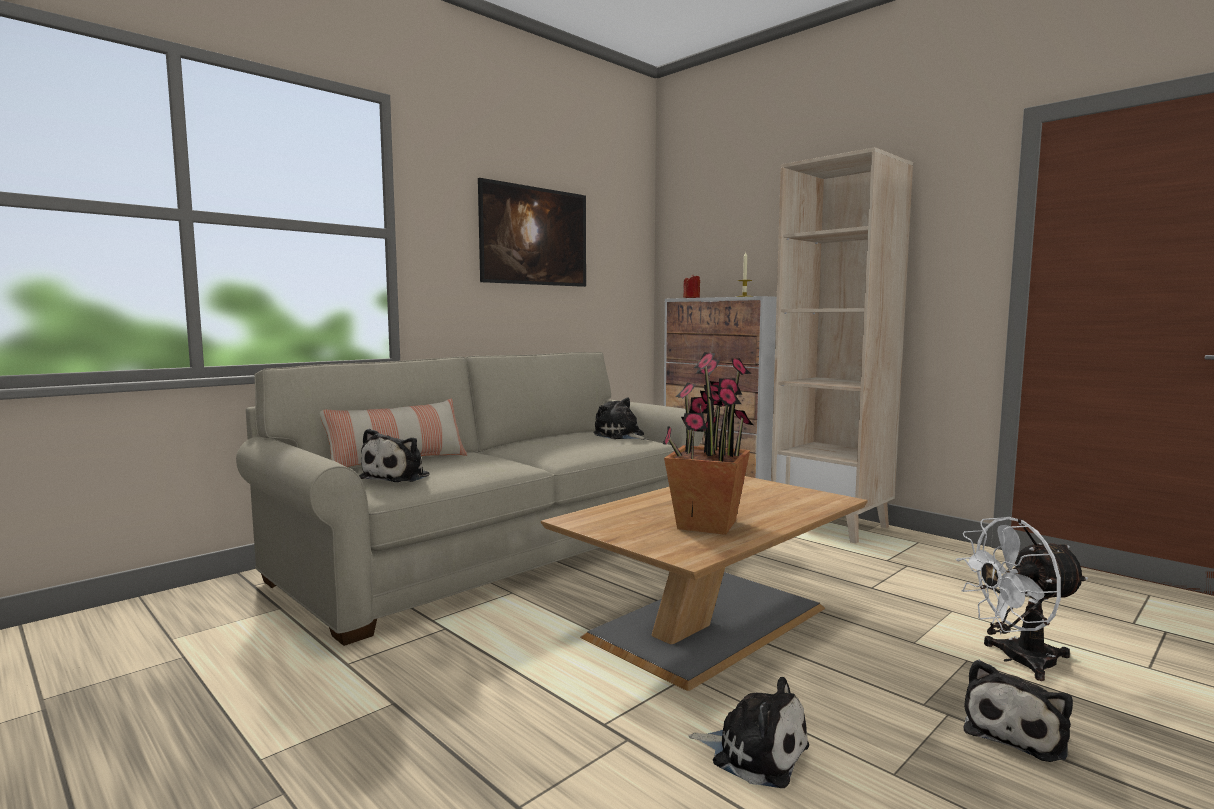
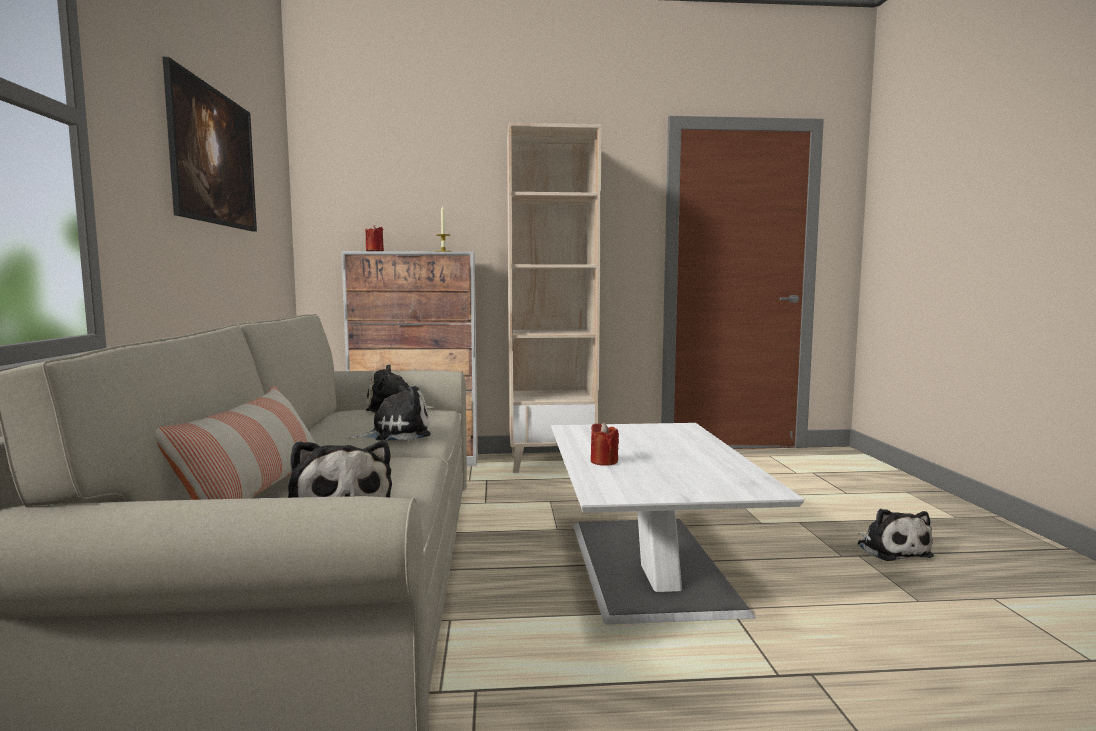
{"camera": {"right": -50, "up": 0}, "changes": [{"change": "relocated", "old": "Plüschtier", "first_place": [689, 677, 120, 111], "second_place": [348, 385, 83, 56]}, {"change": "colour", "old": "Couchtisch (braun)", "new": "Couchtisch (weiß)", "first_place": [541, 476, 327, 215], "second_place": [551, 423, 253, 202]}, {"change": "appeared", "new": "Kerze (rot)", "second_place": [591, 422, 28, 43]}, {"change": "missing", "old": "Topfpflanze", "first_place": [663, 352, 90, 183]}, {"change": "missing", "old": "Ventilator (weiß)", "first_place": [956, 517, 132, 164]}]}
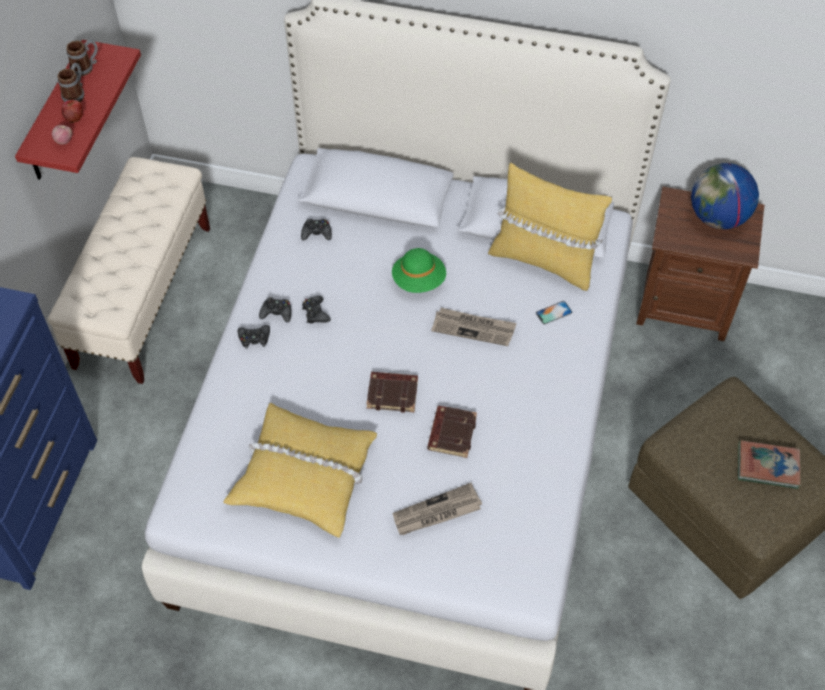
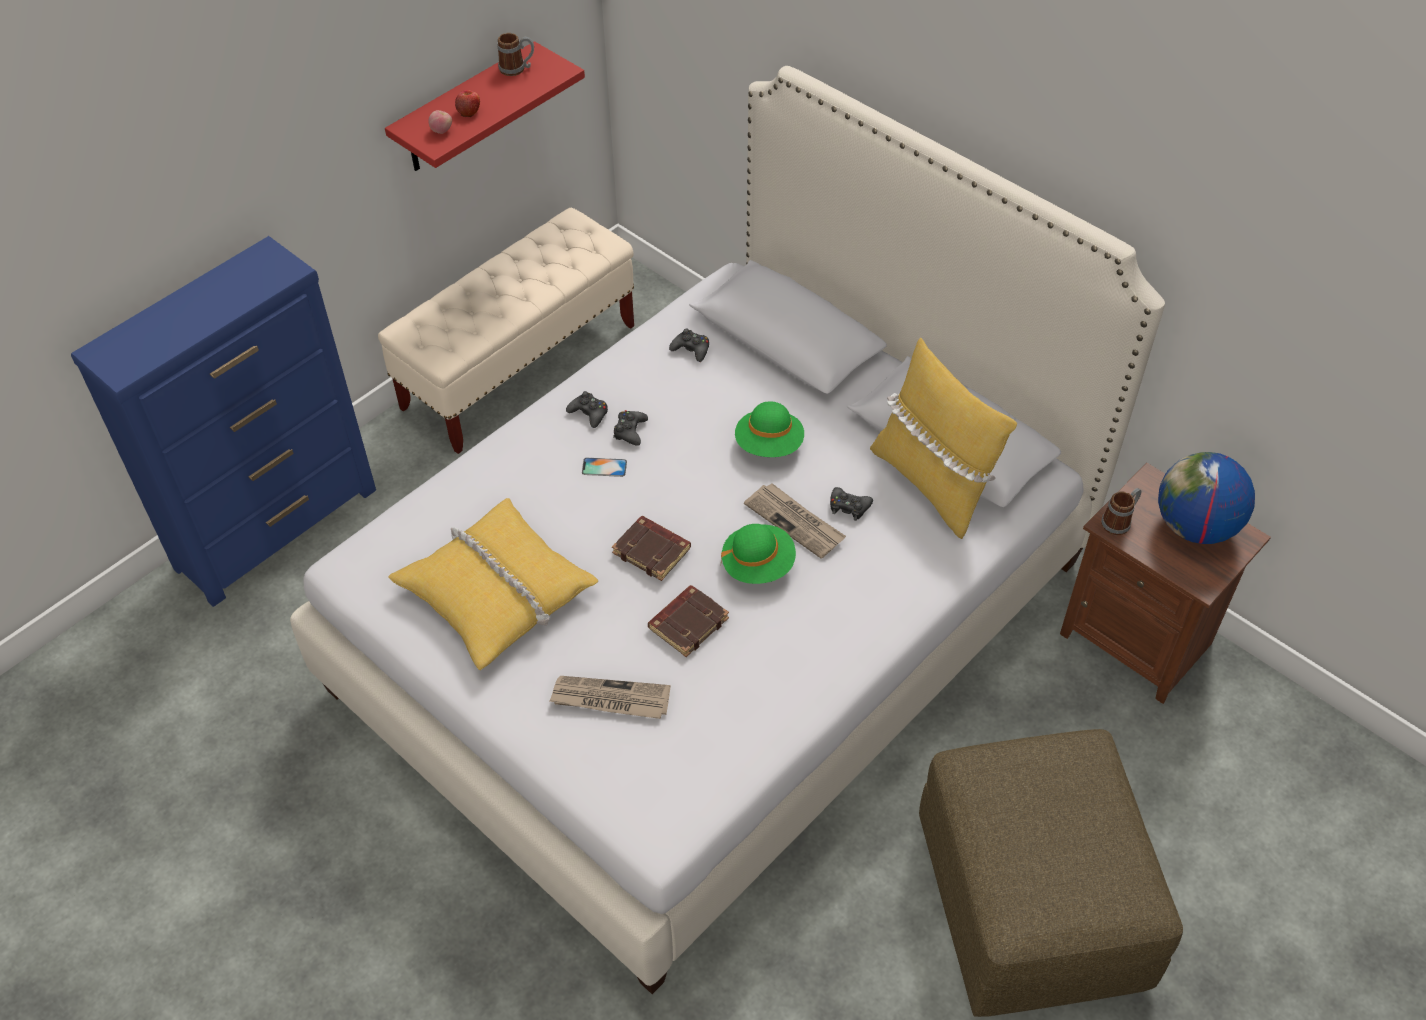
{"camera": {"right": 30, "up": -5}, "changes": [{"change": "relocated", "old": "Handy", "first_place": [536, 301, 36, 24], "second_place": [582, 458, 45, 19]}, {"change": "appeared", "new": "Hut (grün)", "second_place": [721, 524, 75, 60]}, {"change": "relocated", "old": "Gamepad (schwarz)", "first_place": [238, 325, 32, 24], "second_place": [830, 487, 43, 34]}, {"change": "relocated", "old": "Henkelbecher", "first_place": [58, 63, 26, 39], "second_place": [1101, 488, 41, 47]}, {"change": "missing", "old": "Buch", "first_place": [738, 440, 63, 49]}]}
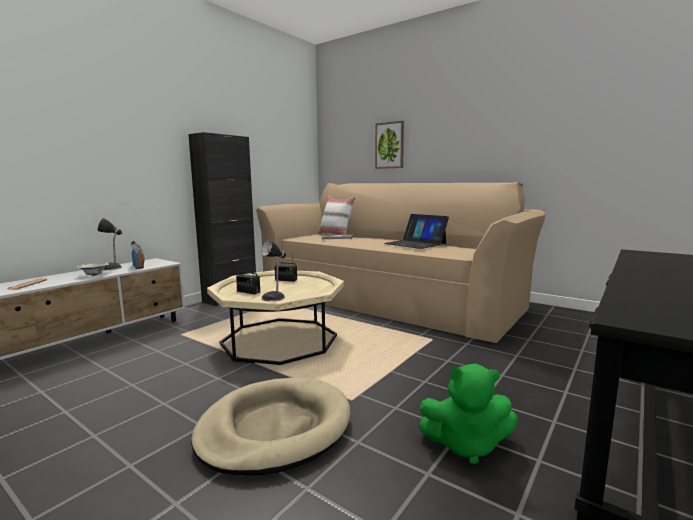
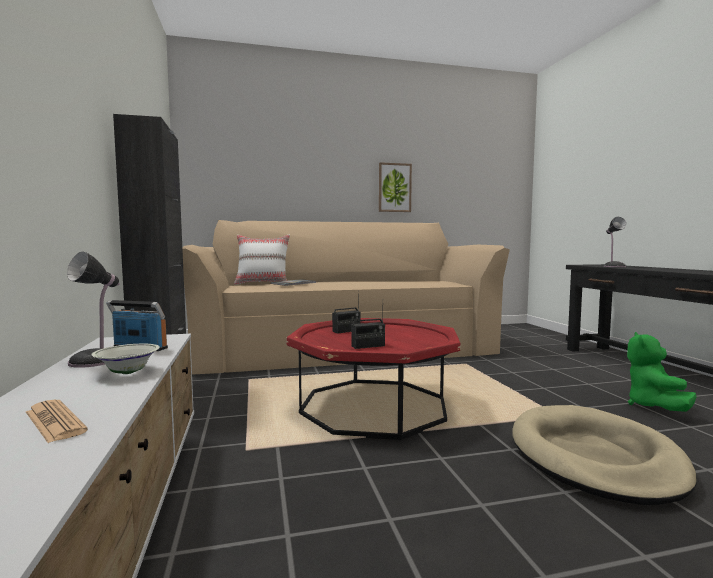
{"camera": {"right": -50, "up": -5}, "changes": [{"change": "colour", "old": "Couchtisch (beige)", "new": "Couchtisch (rot)", "first_place": [207, 270, 137, 95], "second_place": [287, 318, 173, 122]}, {"change": "relocated", "old": "Bild", "first_place": [375, 121, 29, 48], "second_place": [379, 162, 33, 50]}, {"change": "relocated", "old": "Tischlampe", "first_place": [262, 240, 24, 61], "second_place": [604, 217, 22, 50]}, {"change": "spun", "old": "Plüschtier (grün)", "first_place": [418, 364, 100, 101], "second_place": [627, 332, 70, 80], "degrees": 150}, {"change": "missing", "old": "Laptop", "first_place": [384, 214, 65, 35]}]}
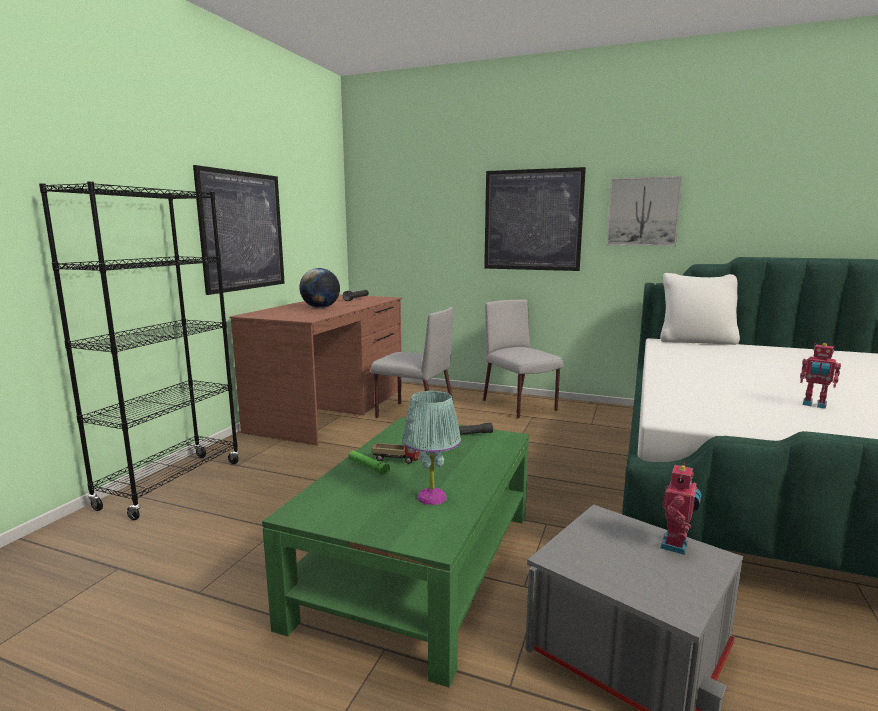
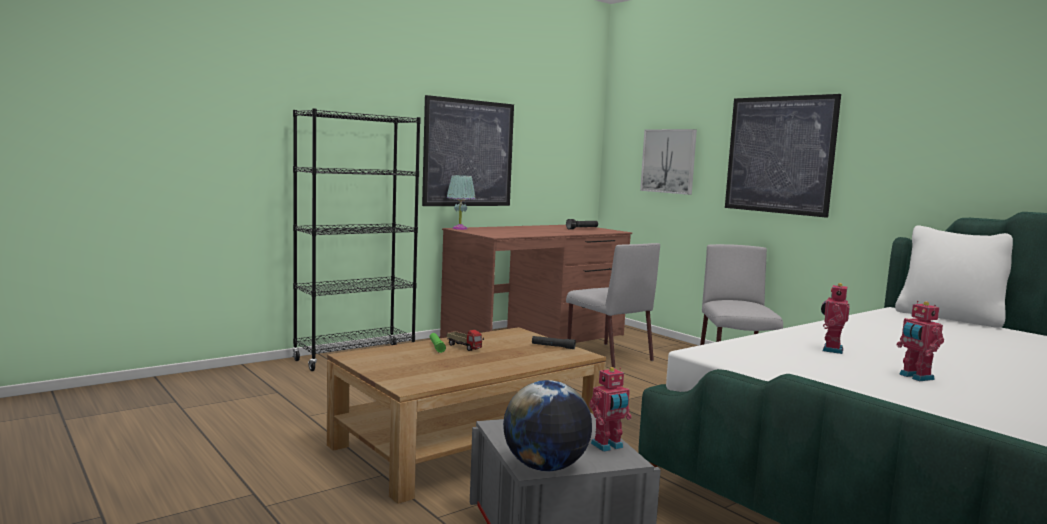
{"camera": {"right": 30, "up": -5}, "changes": [{"change": "colour", "old": "Couchtisch (grün)", "new": "Couchtisch (braun)", "first_place": [262, 417, 267, 271], "second_place": [327, 327, 279, 177]}, {"change": "relocated", "old": "Tischlampe (türkis)", "first_place": [402, 391, 59, 114], "second_place": [447, 175, 28, 55]}, {"change": "relocated", "old": "Globus", "first_place": [299, 268, 41, 40], "second_place": [503, 380, 89, 91]}, {"change": "relocated", "old": "Bild", "first_place": [606, 176, 77, 70], "second_place": [640, 129, 57, 66]}, {"change": "appeared", "new": "Spielzeugroboter", "second_place": [821, 283, 29, 71]}]}
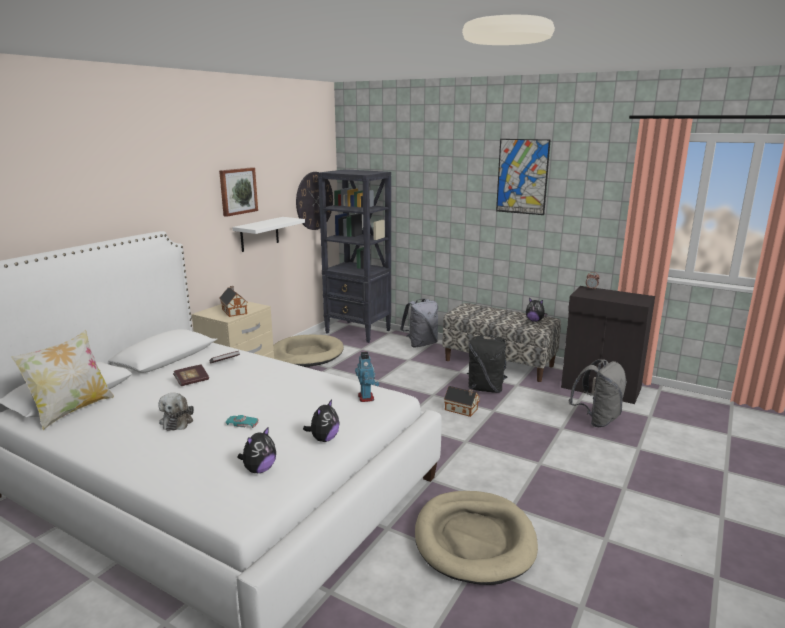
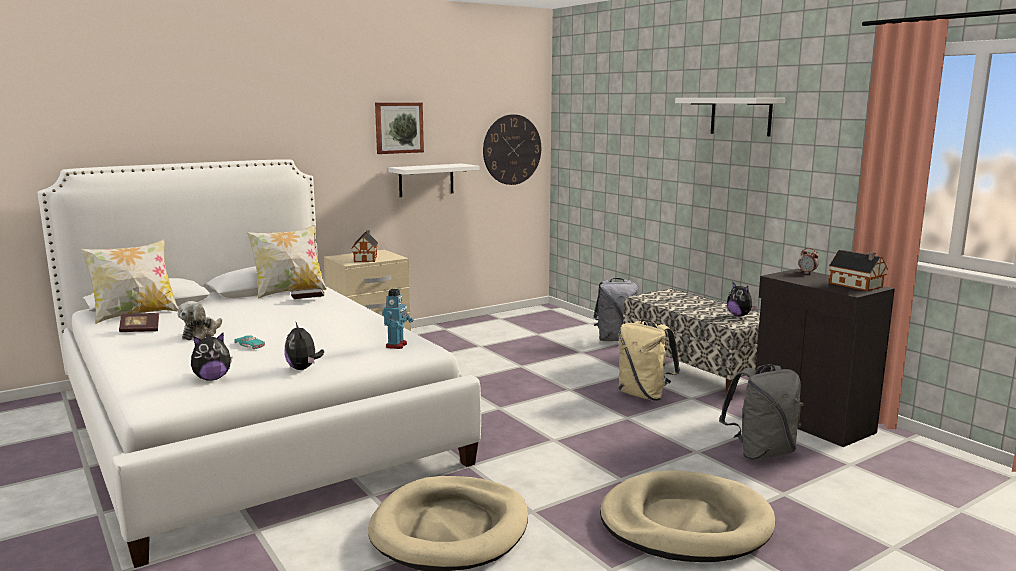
{"camera": {"right": 25, "up": -5}, "changes": [{"change": "relocated", "old": "Buch", "first_place": [173, 365, 36, 21], "second_place": [119, 313, 40, 19]}, {"change": "appeared", "new": "Kissen", "second_place": [247, 225, 80, 74]}, {"change": "spun", "old": "Plüschtier", "first_place": [303, 399, 37, 43], "second_place": [284, 321, 40, 49], "degrees": 105}, {"change": "relocated", "old": "Hundebett (beige)", "first_place": [273, 334, 71, 33], "second_place": [600, 470, 175, 92]}, {"change": "colour", "old": "Rucksack (schwarz)", "new": "Rucksack (beige)", "first_place": [467, 335, 41, 58], "second_place": [618, 320, 62, 81]}, {"change": "exchanged", "old": "Bild", "new": "Wandregal (weiß)", "first_place": [496, 139, 55, 76], "second_place": [675, 98, 110, 38]}, {"change": "relocated", "old": "Spielzeughaus", "first_place": [444, 386, 36, 31], "second_place": [829, 250, 59, 41]}, {"change": "missing", "old": "Bücherregal (schwarz)", "first_place": [318, 169, 73, 174]}]}
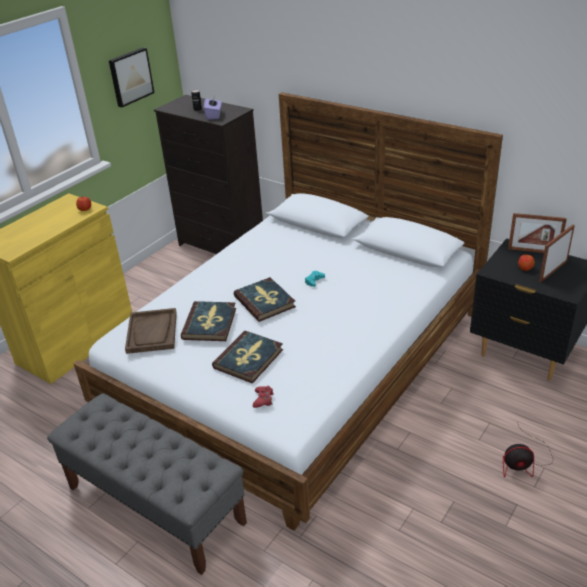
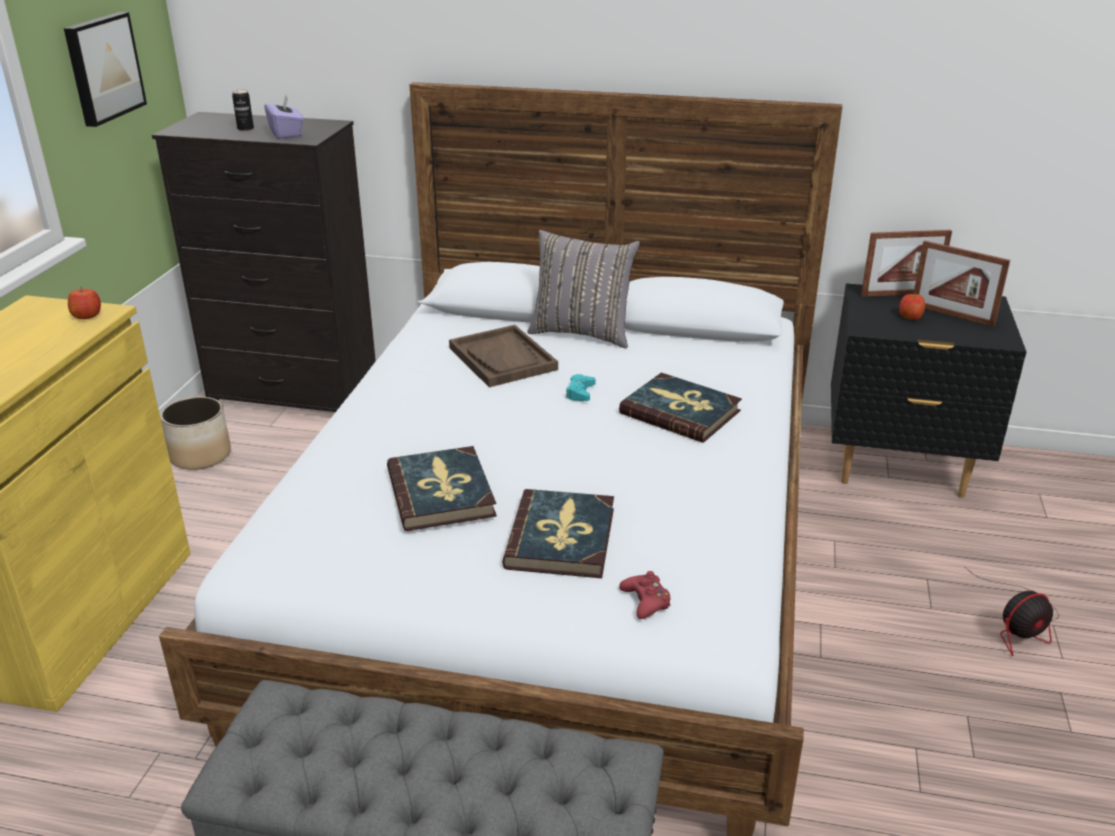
{"camera": {"right": -25, "up": -5}, "changes": [{"change": "appeared", "new": "Pflanzkübel", "second_place": [160, 397, 71, 73]}, {"change": "relocated", "old": "Tablett (braun)", "first_place": [125, 308, 52, 46], "second_place": [449, 325, 109, 62]}, {"change": "appeared", "new": "Kissen (grau)", "second_place": [527, 230, 113, 118]}, {"change": "relocated", "old": "Buch", "first_place": [234, 277, 62, 45], "second_place": [619, 373, 123, 70]}, {"change": "spun", "old": "Bilderrahmen", "first_place": [539, 225, 36, 57], "second_place": [913, 240, 97, 87], "degrees": -75}]}
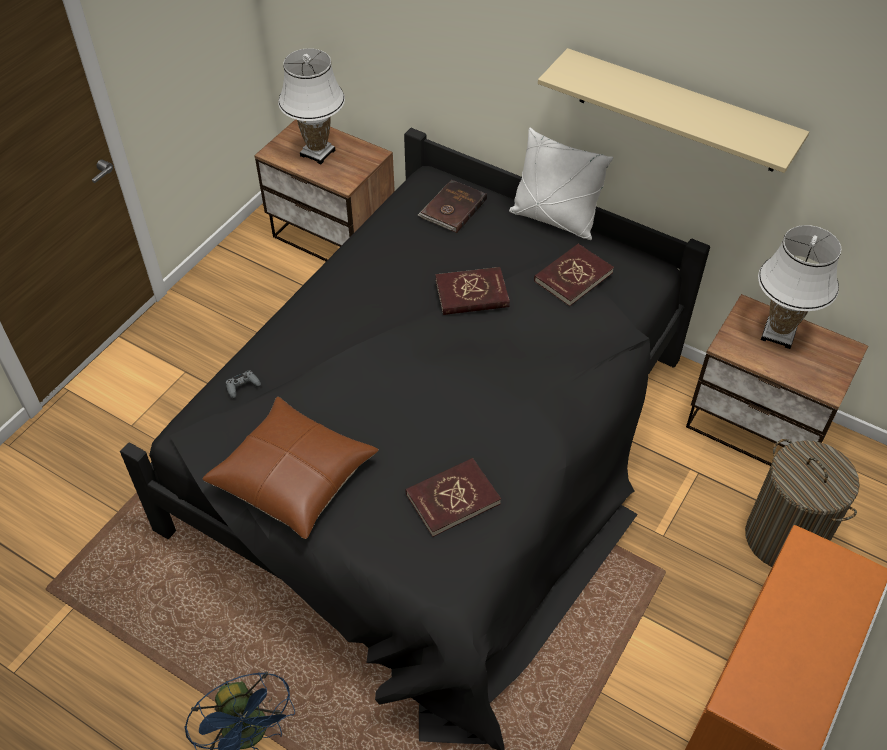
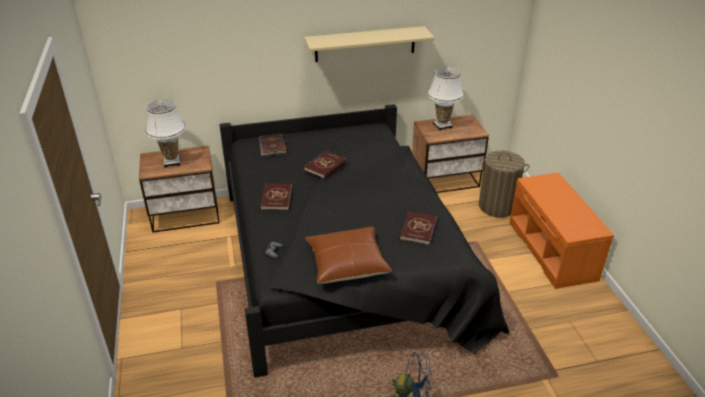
{"camera": {"right": -45, "up": -15}, "changes": [{"change": "relocated", "old": "Buch (rot)", "first_place": [534, 243, 80, 63], "second_place": [260, 184, 32, 26]}, {"change": "missing", "old": "Kissen (weiß)", "first_place": [509, 128, 104, 112]}]}
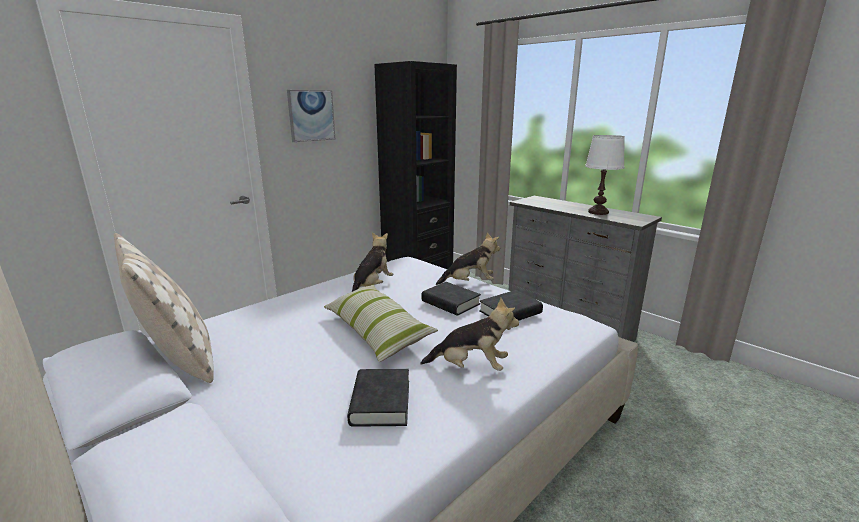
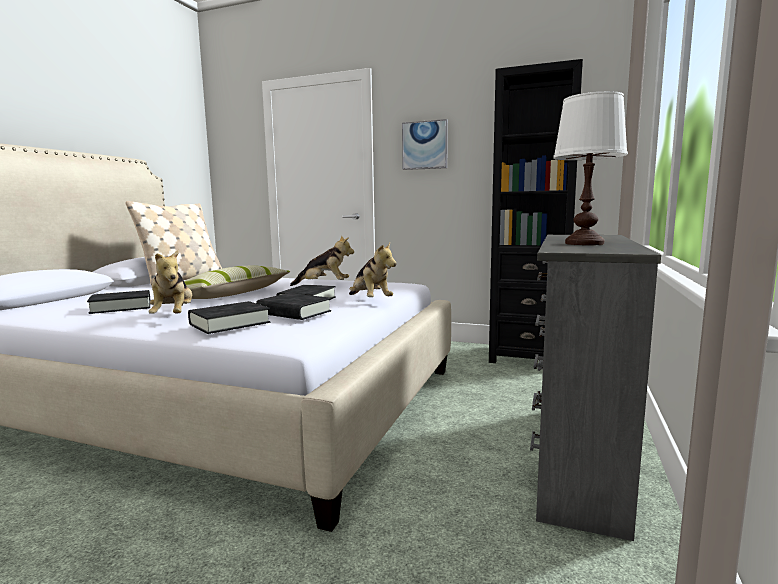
{"camera": {"right": 65, "up": -10}, "changes": [{"change": "appeared", "new": "Buch (schwarz)", "second_place": [188, 301, 82, 33]}]}
